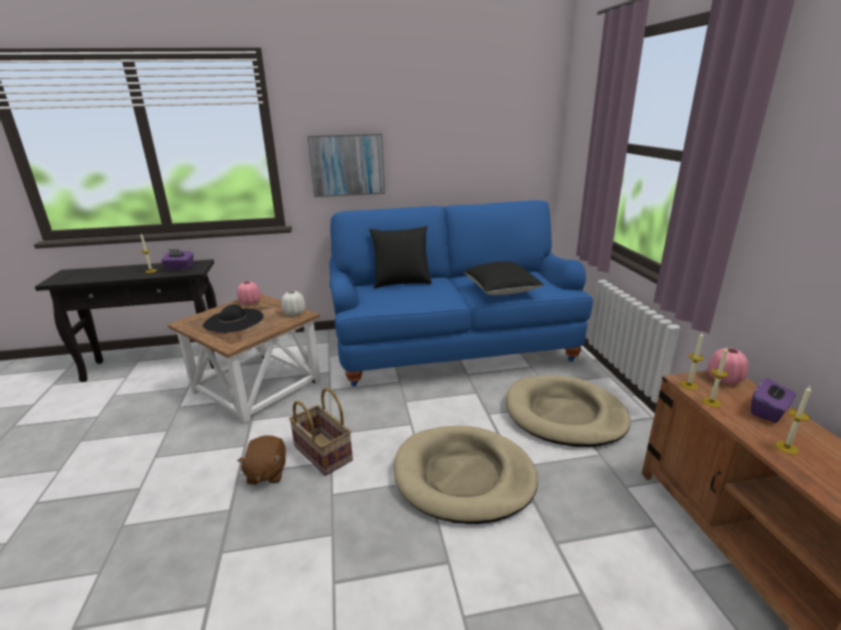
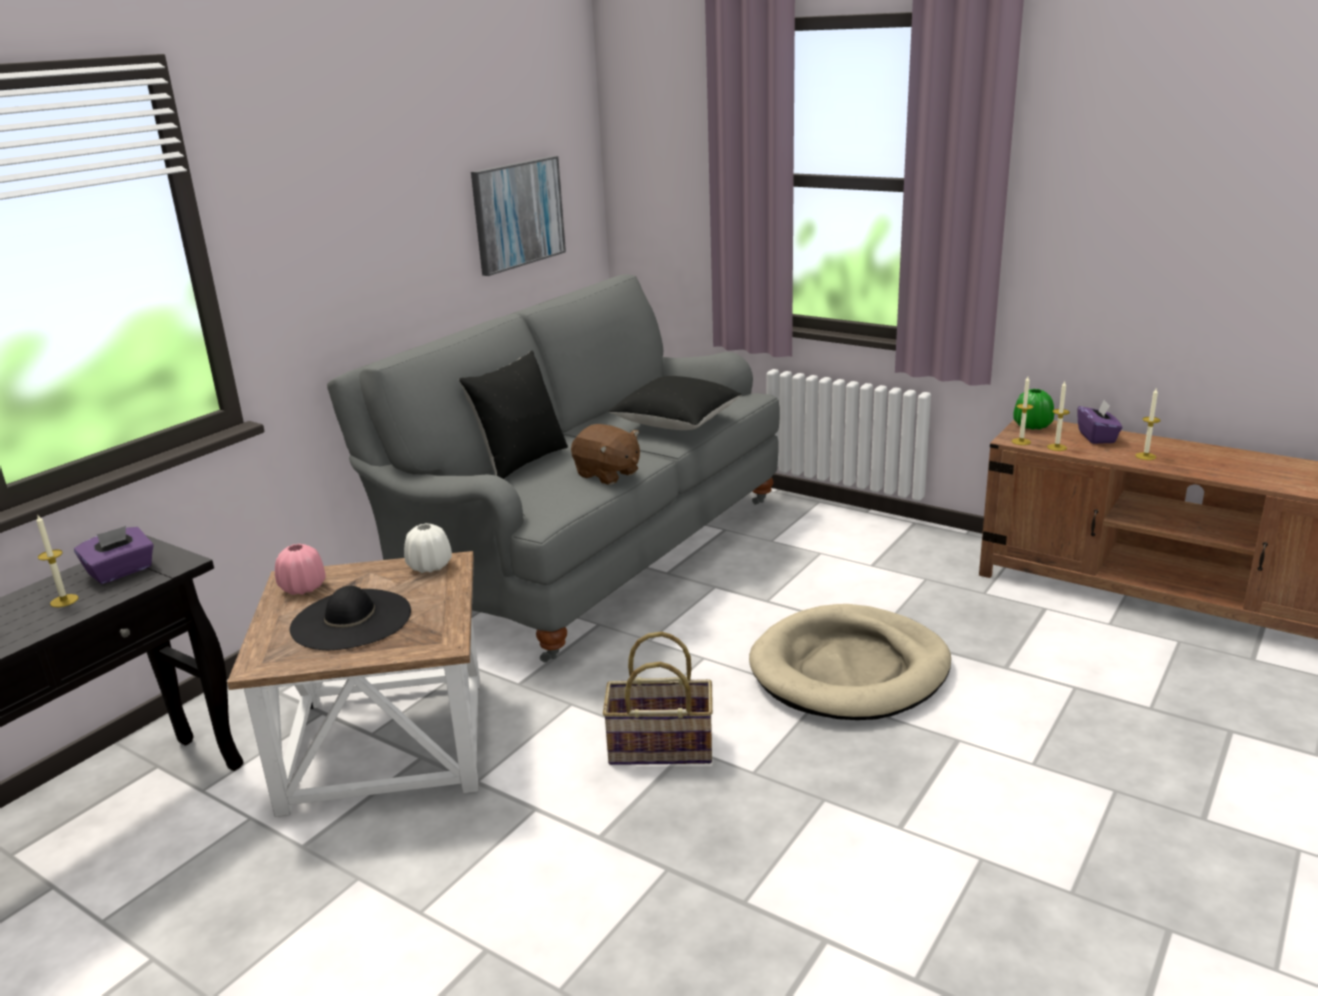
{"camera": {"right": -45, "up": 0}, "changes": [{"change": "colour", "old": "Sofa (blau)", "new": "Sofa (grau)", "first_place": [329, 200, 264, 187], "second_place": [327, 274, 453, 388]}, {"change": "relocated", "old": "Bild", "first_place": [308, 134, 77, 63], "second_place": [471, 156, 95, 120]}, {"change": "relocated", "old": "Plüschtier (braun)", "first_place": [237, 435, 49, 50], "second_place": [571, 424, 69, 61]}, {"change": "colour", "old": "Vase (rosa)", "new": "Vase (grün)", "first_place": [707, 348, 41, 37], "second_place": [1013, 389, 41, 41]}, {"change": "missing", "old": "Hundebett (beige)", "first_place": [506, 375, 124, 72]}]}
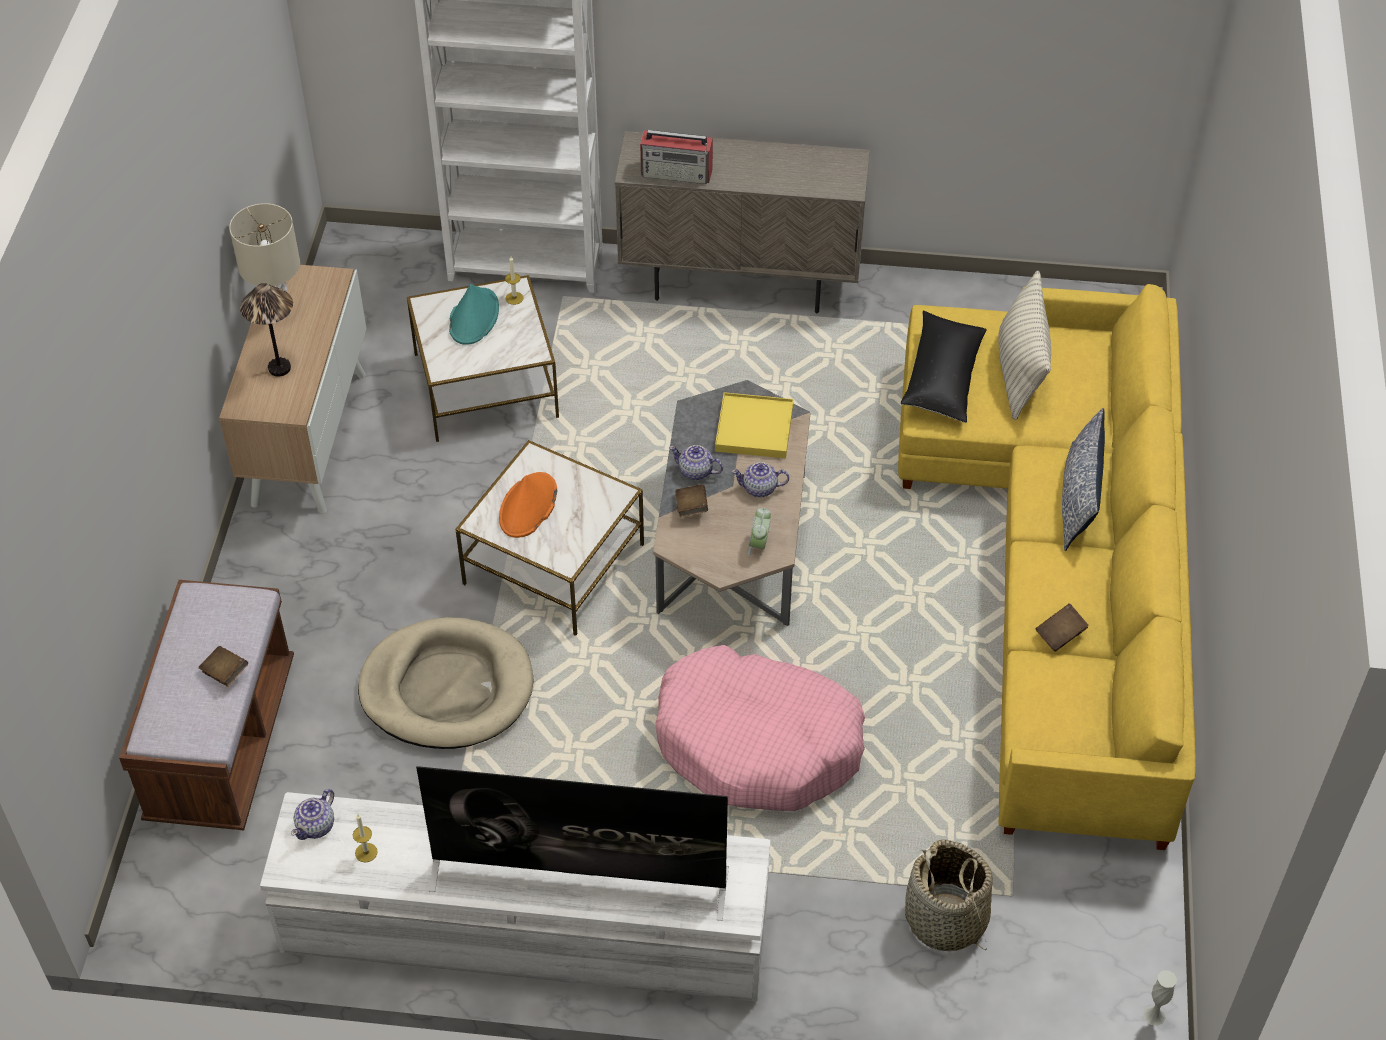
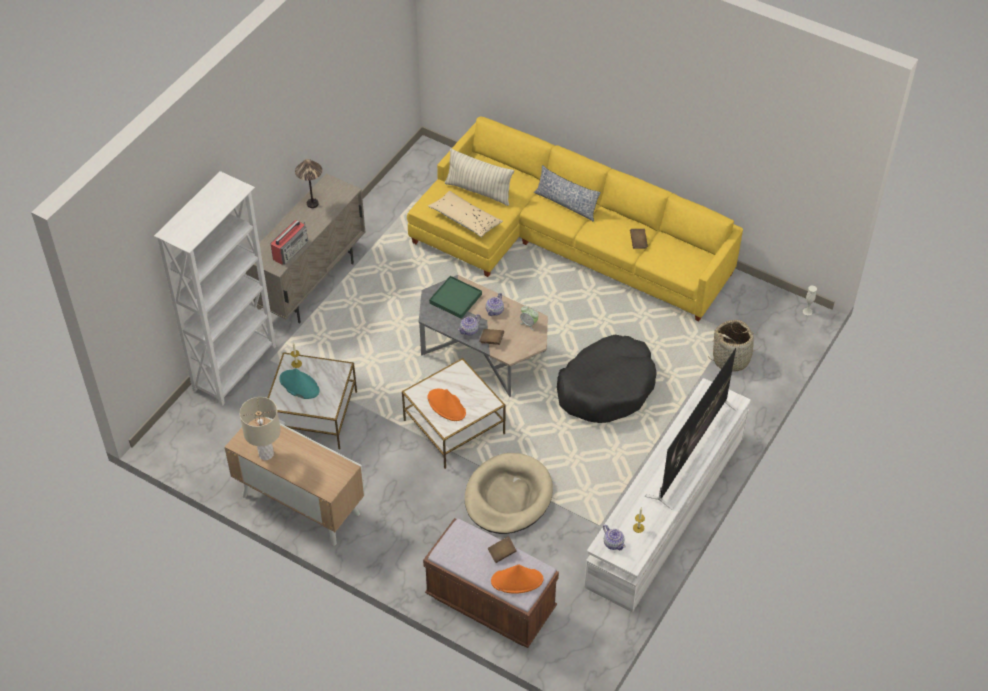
{"camera": {"right": -65, "up": 0}, "changes": [{"change": "relocated", "old": "Tischlampe", "first_place": [240, 283, 53, 94], "second_place": [295, 159, 27, 49]}, {"change": "colour", "old": "Kissen (schwarz)", "new": "Kissen (beige)", "first_place": [900, 311, 87, 112], "second_place": [428, 191, 75, 46]}, {"change": "colour", "old": "Tablett (gelb)", "new": "Tablett (grün)", "first_place": [715, 392, 78, 66], "second_place": [429, 276, 53, 43]}, {"change": "appeared", "new": "Hut (orange)", "second_place": [491, 564, 52, 30]}, {"change": "colour", "old": "Hundebett (rosa)", "new": "Hundebett (schwarz)", "first_place": [655, 645, 210, 166], "second_place": [557, 335, 100, 88]}]}
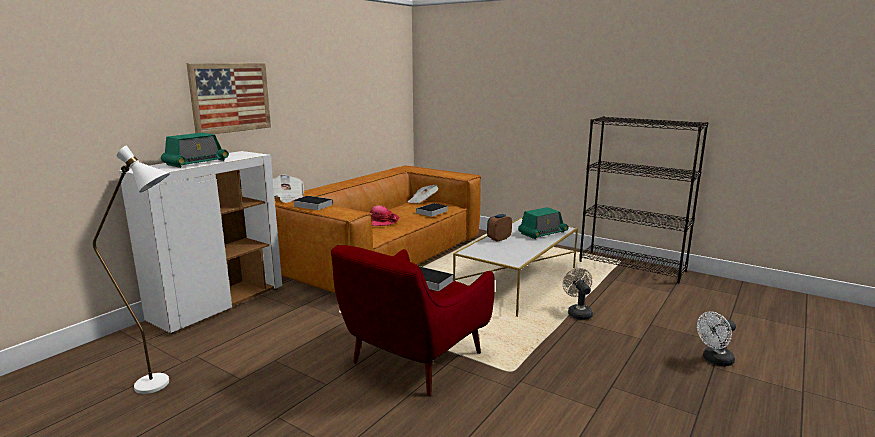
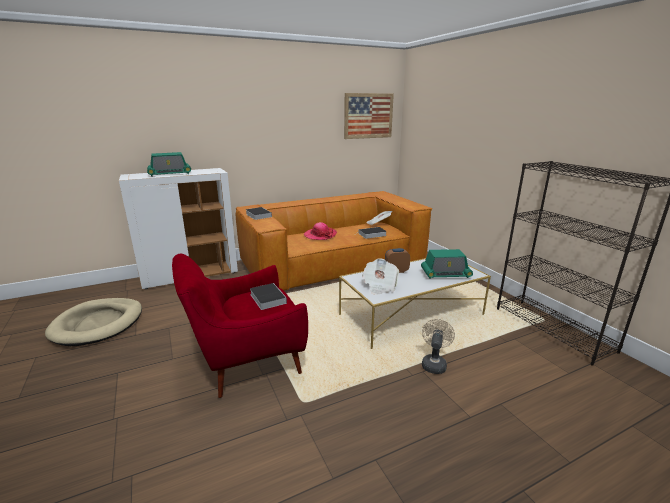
{"camera": {"right": 30, "up": 5}, "changes": [{"change": "exchanged", "old": "Stehlampe (weiß)", "new": "Hundebett (beige)", "first_place": [93, 145, 77, 249], "second_place": [45, 298, 97, 48]}, {"change": "relocated", "old": "Bild", "first_place": [186, 63, 85, 71], "second_place": [344, 93, 50, 46]}, {"change": "relocated", "old": "Zeitung", "first_place": [273, 174, 31, 29], "second_place": [362, 258, 37, 37]}, {"change": "missing", "old": "Ventilator (weiß)", "first_place": [697, 311, 39, 55]}]}
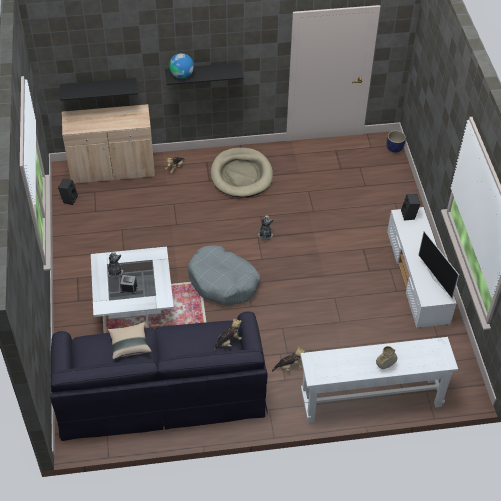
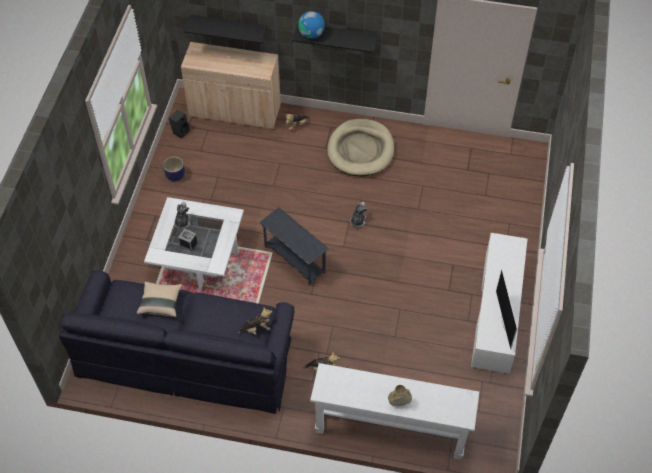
{"camera": {"right": 20, "up": 5}, "changes": [{"change": "relocated", "old": "Pflanzkübel", "first_place": [386, 130, 20, 23], "second_place": [163, 156, 22, 25]}, {"change": "exchanged", "old": "Hundebett (grau)", "new": "Beistelltisch (grau)", "first_place": [188, 245, 72, 61], "second_place": [259, 207, 70, 78]}, {"change": "missing", "old": "Lautsprecher (schwarz)", "first_place": [401, 194, 19, 27]}]}
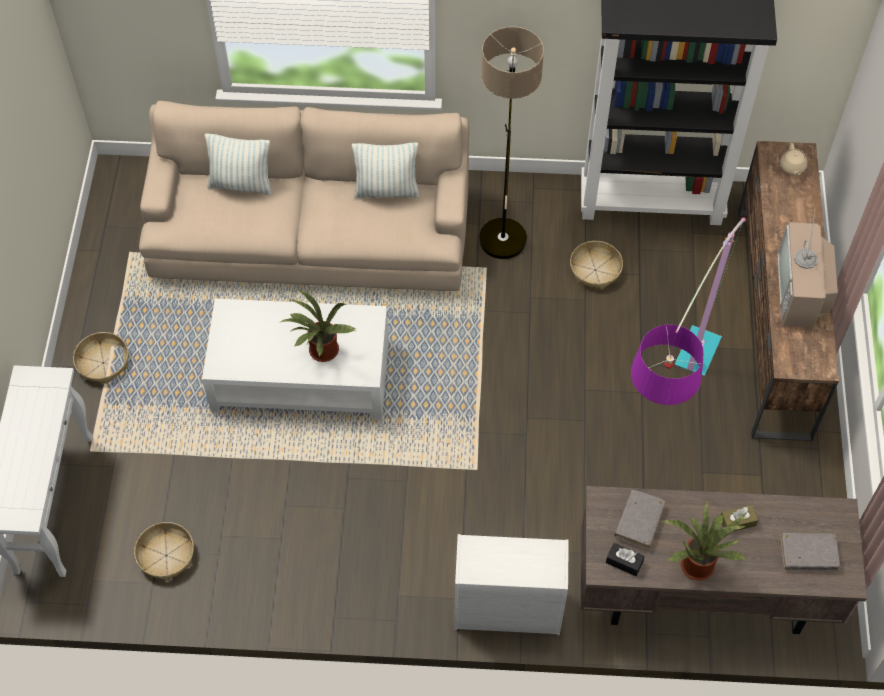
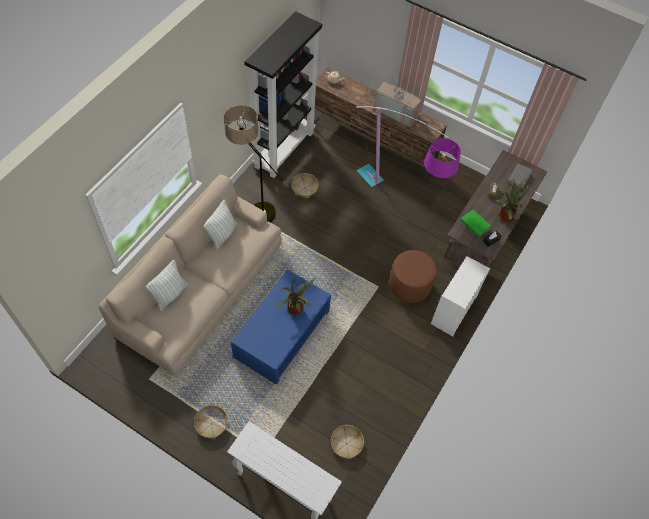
{"camera": {"right": -65, "up": 0}, "changes": [{"change": "colour", "old": "Couchtisch (weiß)", "new": "Couchtisch (blau)", "first_place": [202, 298, 187, 122], "second_place": [231, 269, 100, 116]}, {"change": "appeared", "new": "Polsterhocker (braun)", "second_place": [389, 250, 48, 53]}, {"change": "colour", "old": "Buch (grau)", "new": "Buch (grün)", "first_place": [614, 490, 51, 60], "second_place": [461, 210, 30, 27]}]}
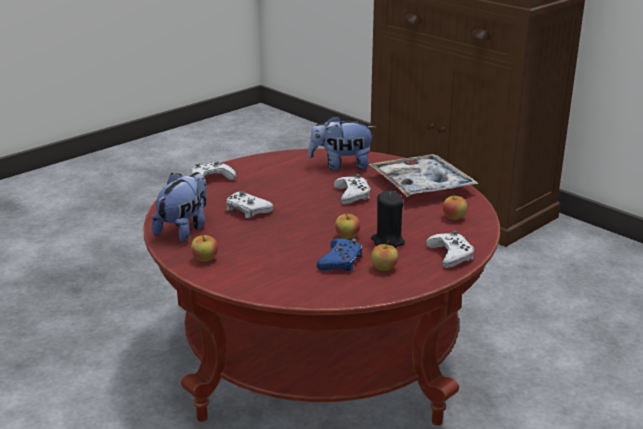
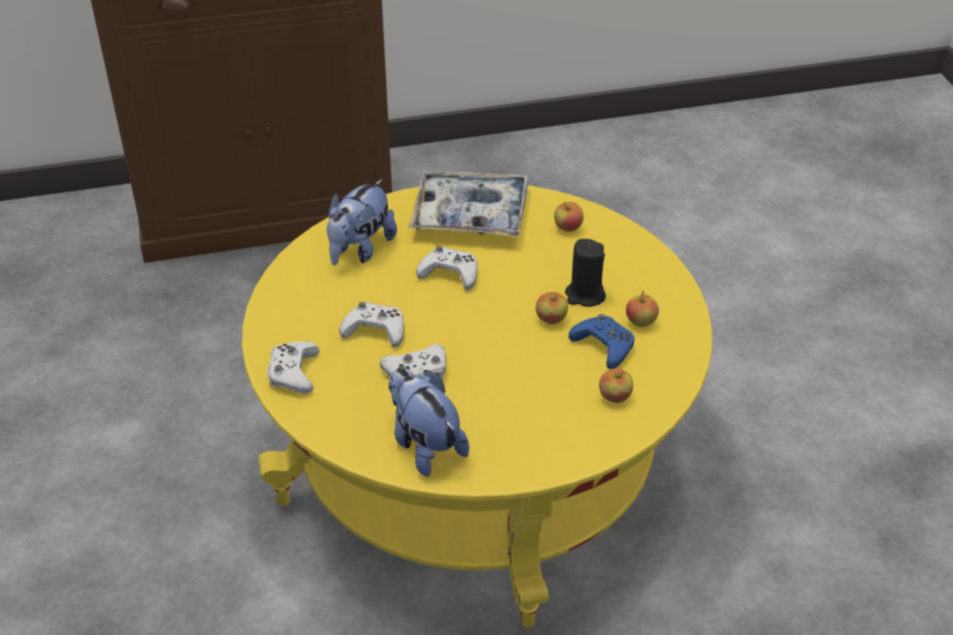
{"camera": {"right": -60, "up": 15}, "changes": [{"change": "colour", "old": "Couchtisch (rot)", "new": "Couchtisch (gelb)", "first_place": [143, 148, 357, 278], "second_place": [242, 185, 470, 442]}, {"change": "relocated", "old": "Gamepad (weiß)", "first_place": [426, 230, 48, 38], "second_place": [339, 302, 65, 45]}, {"change": "relocated", "old": "Apfel", "first_place": [191, 234, 27, 28], "second_place": [599, 368, 34, 35]}]}
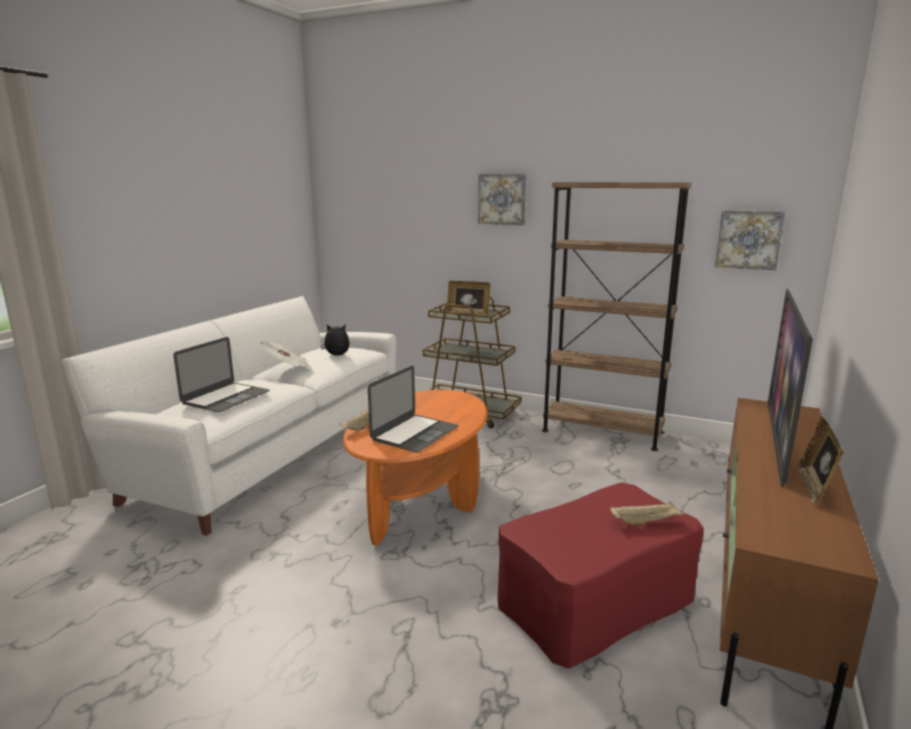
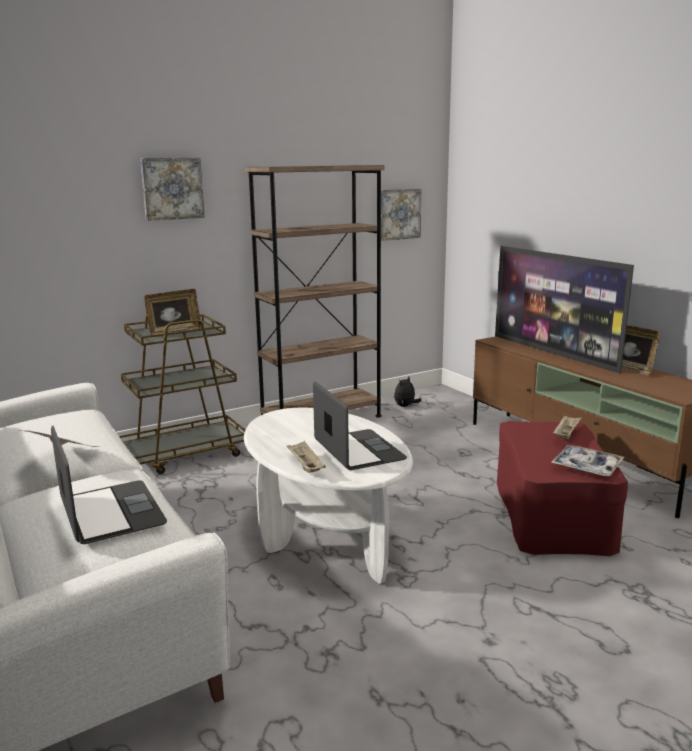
{"camera": {"right": -55, "up": 0}, "changes": [{"change": "colour", "old": "Couchtisch (orange)", "new": "Couchtisch (weiß)", "first_place": [343, 390, 145, 156], "second_place": [244, 408, 169, 176]}, {"change": "relocated", "old": "Plüschtier", "first_place": [321, 324, 29, 31], "second_place": [394, 377, 27, 30]}, {"change": "appeared", "new": "Tablett", "second_place": [551, 445, 73, 31]}]}
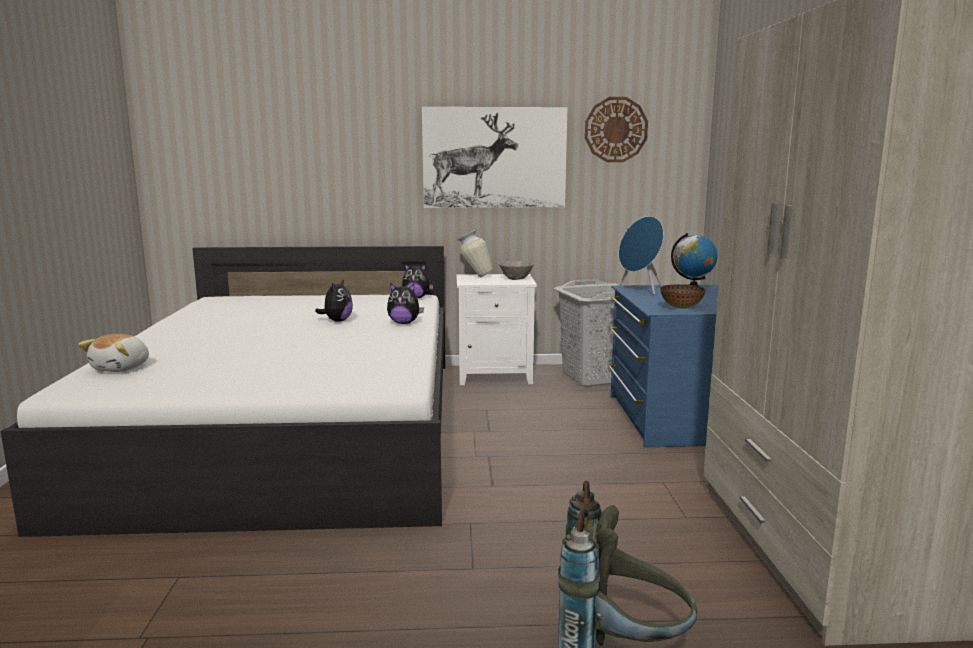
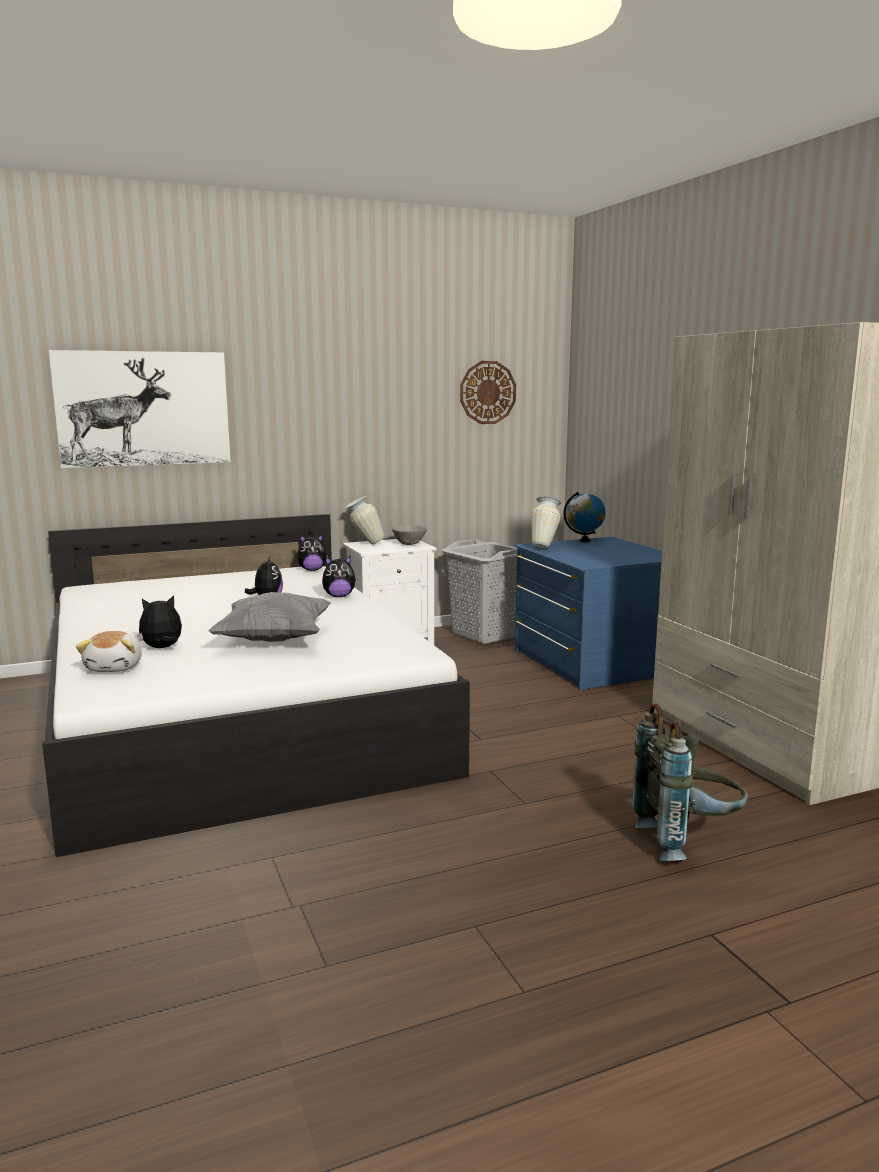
{"camera": {"right": -20, "up": 0}, "changes": [{"change": "relocated", "old": "Bild", "first_place": [422, 107, 145, 101], "second_place": [49, 350, 181, 118]}, {"change": "appeared", "new": "Plüschtier", "second_place": [137, 595, 45, 53]}, {"change": "appeared", "new": "Kissen (grau)", "second_place": [209, 592, 122, 50]}, {"change": "exchanged", "old": "Lautsprecher (blau)", "new": "Vase", "first_place": [619, 216, 45, 79], "second_place": [531, 496, 30, 52]}, {"change": "missing", "old": "Schüssel", "first_place": [660, 284, 46, 25]}]}
